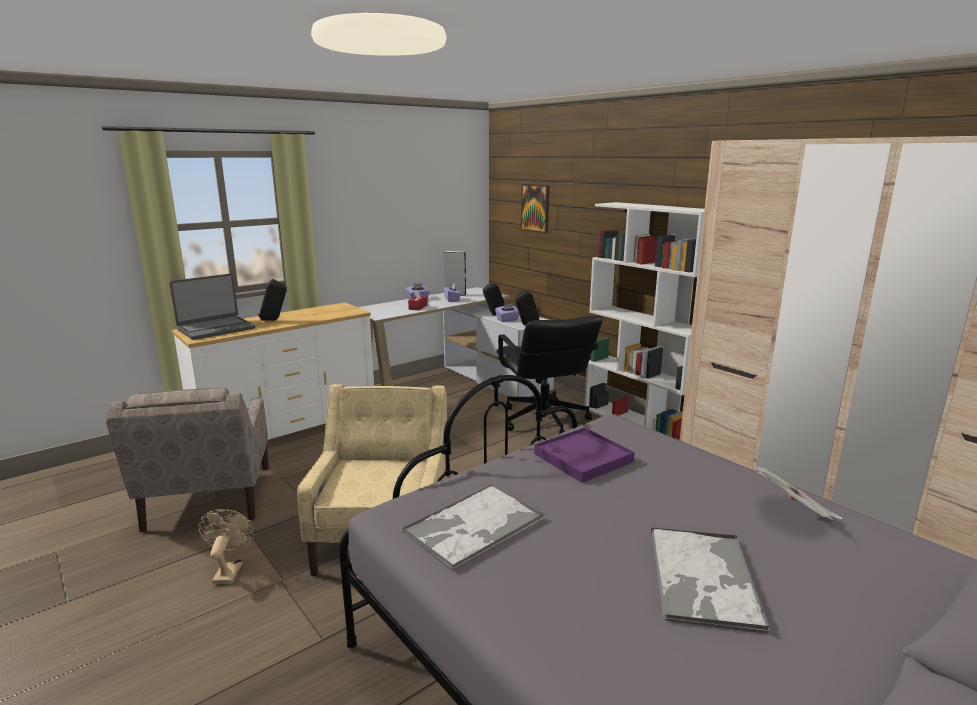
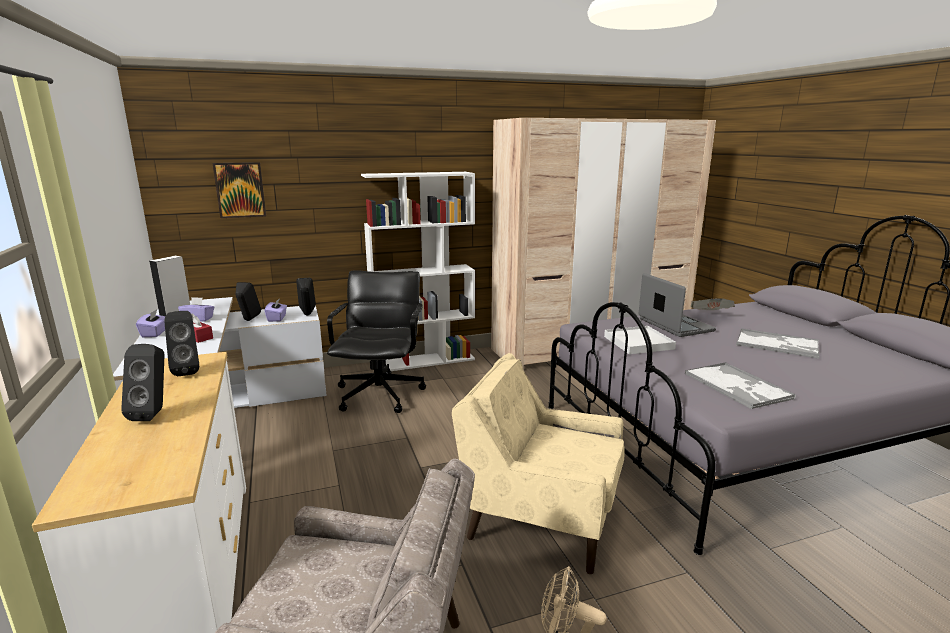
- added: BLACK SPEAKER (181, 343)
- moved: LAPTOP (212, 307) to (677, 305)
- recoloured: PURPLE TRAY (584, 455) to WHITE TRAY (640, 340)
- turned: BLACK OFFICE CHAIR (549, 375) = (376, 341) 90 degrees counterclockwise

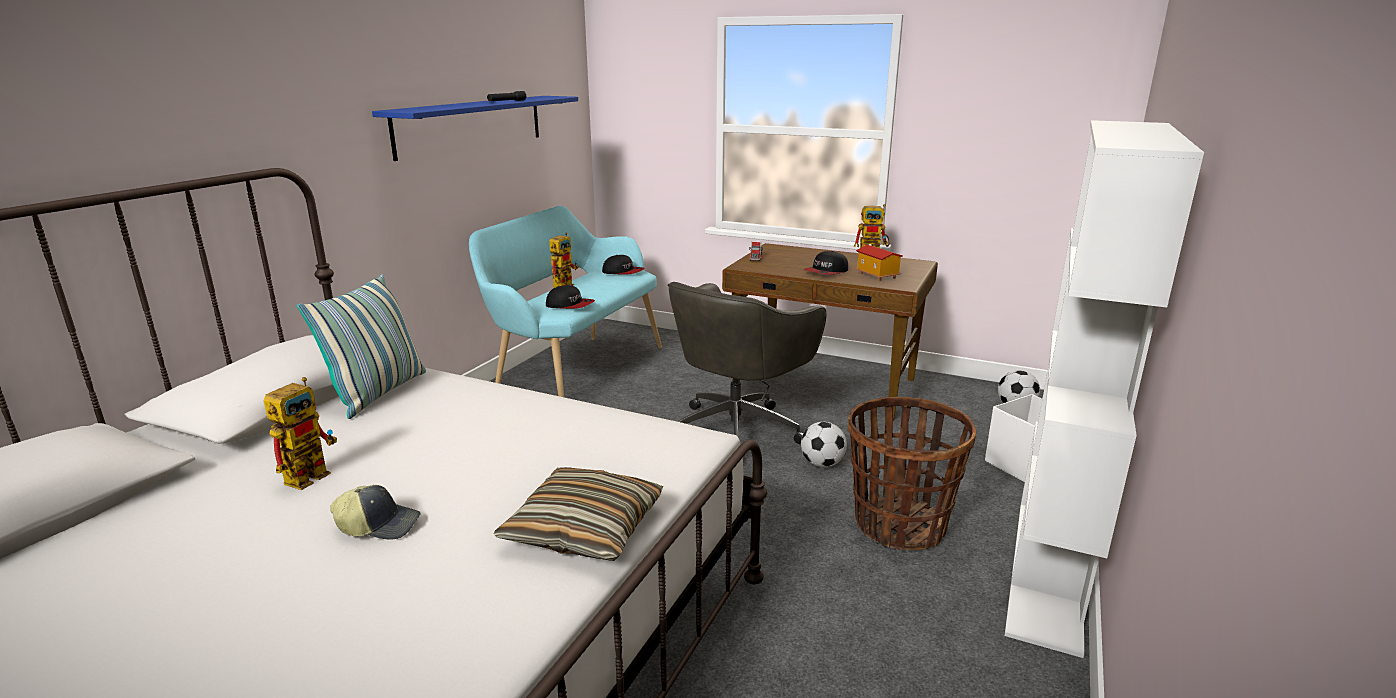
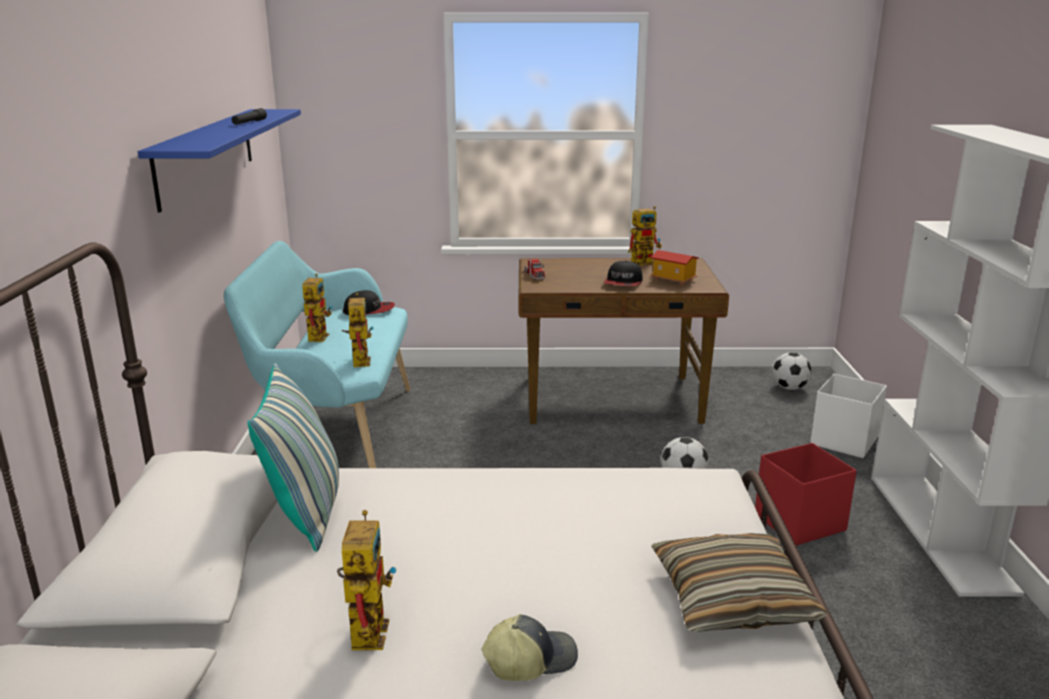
- removed: GREY OFFICE CHAIR (747, 363)
- replaced: CAP (570, 297) to TOY ROBOT (358, 330)
- replaced: BASKET (912, 473) to RED STORAGE BOX (806, 494)

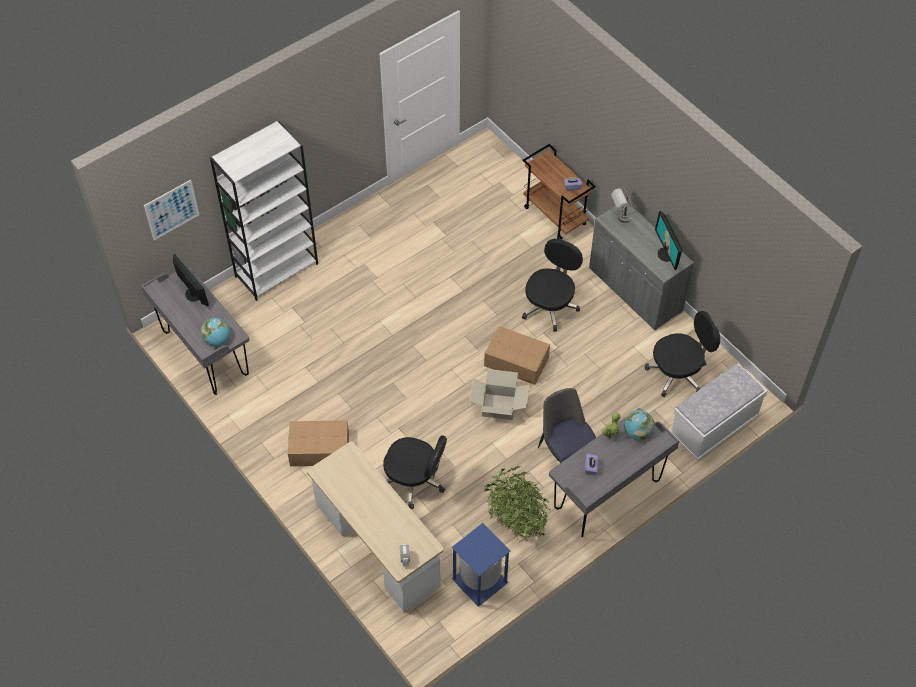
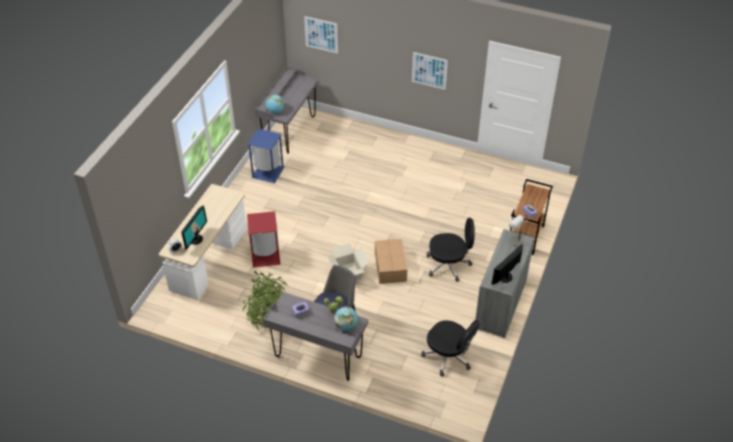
- removed: WHITE BOOKCASE (264, 211)
- removed: CARDBOARD BOX (318, 443)
- removed: WHITE BENCH (718, 412)
- added: PICTURE (430, 71)
- moved: MONITOR (191, 280) to (194, 227)
- moved: BLUE TRASH CAN (480, 565) to (266, 156)
- replaced: BLACK OFFICE CHAIR (415, 472) to RED TRASH CAN (263, 239)

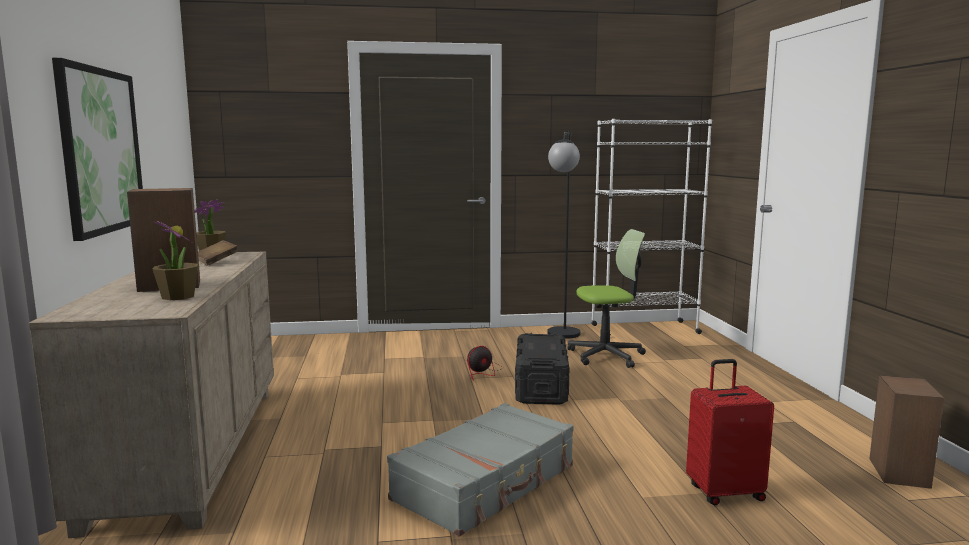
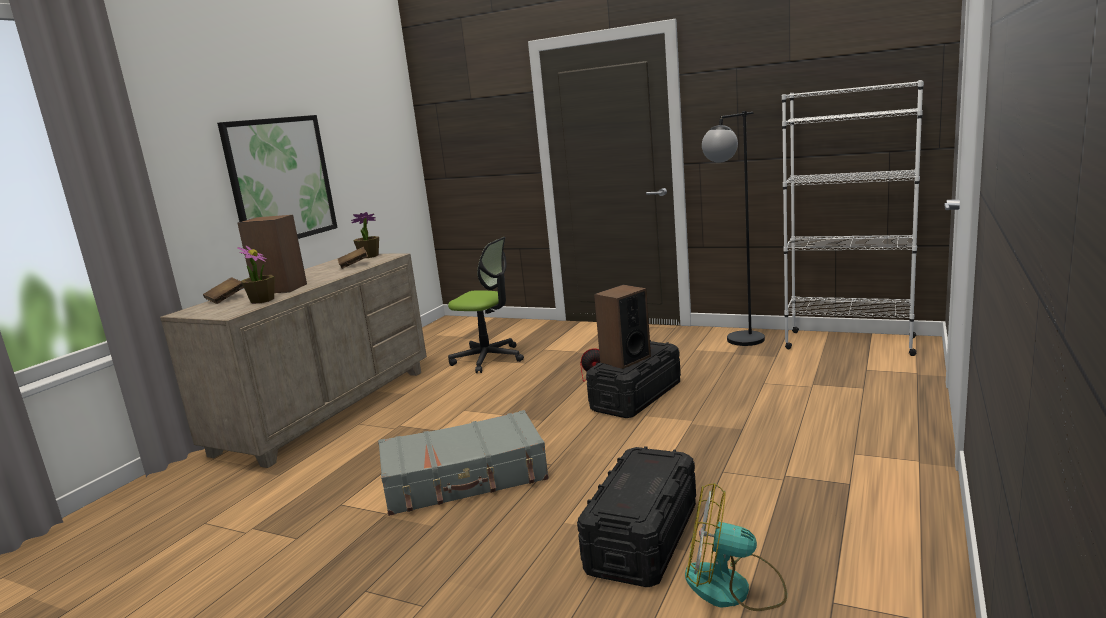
- added: BROWN BOOK (223, 291)
- added: FAN (736, 547)
- moved: OFFICE CHAIR (606, 298) to (486, 305)
- moved: SPEAKER (906, 432) to (622, 327)
- replaced: RED SUITCASE (730, 432) to BLACK STORAGE BOX (636, 516)

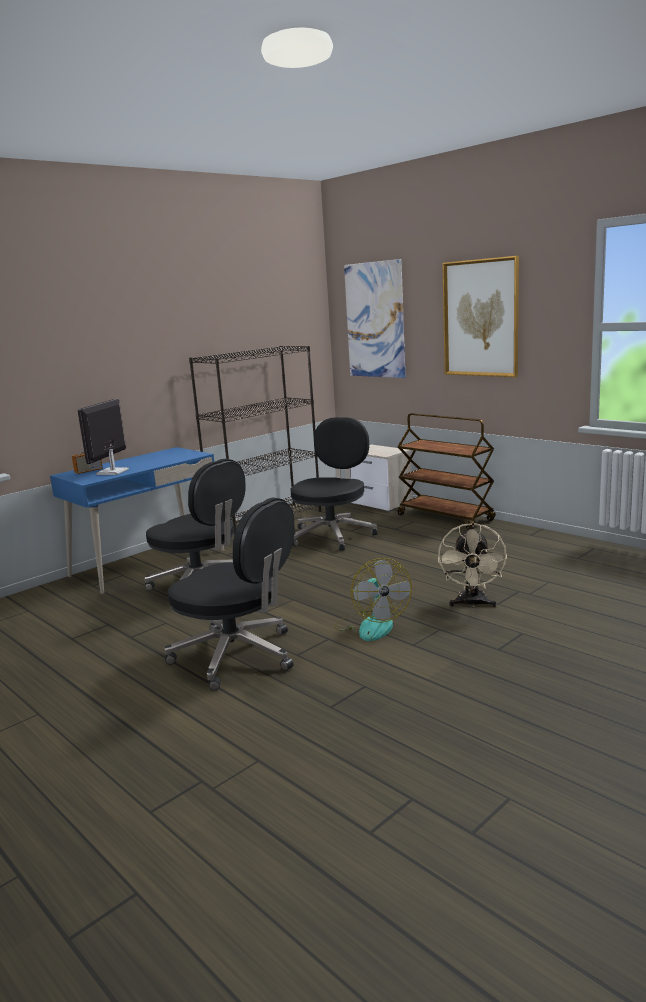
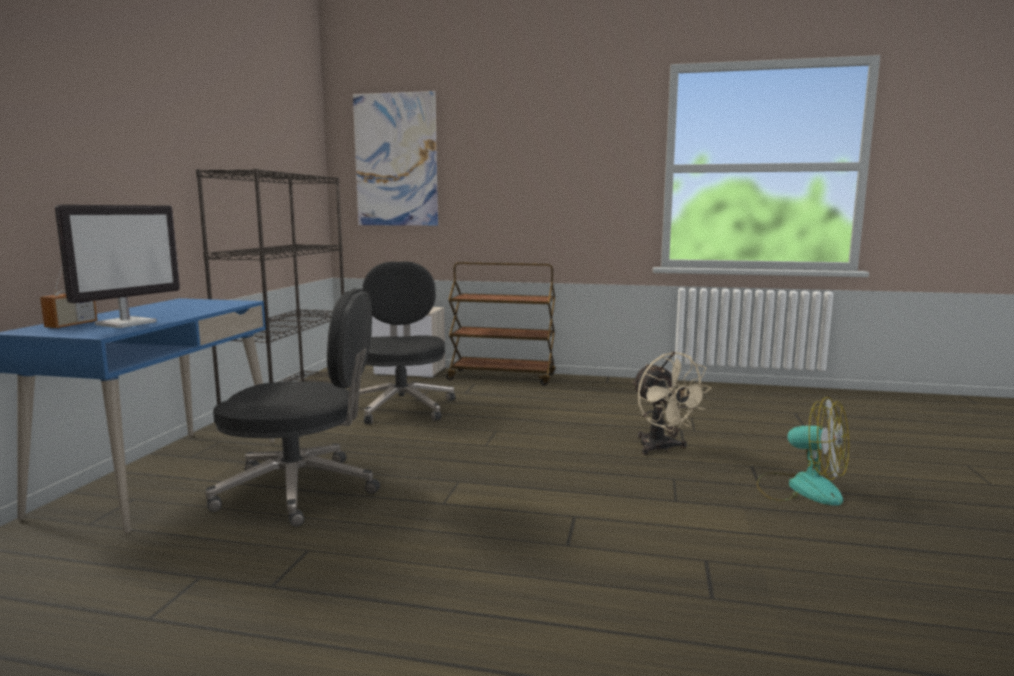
- removed: BLACK OFFICE CHAIR (229, 594)
- removed: PICTURE (480, 316)
- moved: FAN (373, 599) to (802, 451)
- turned: MONITOR (103, 437) = (117, 266) 135 degrees counterclockwise

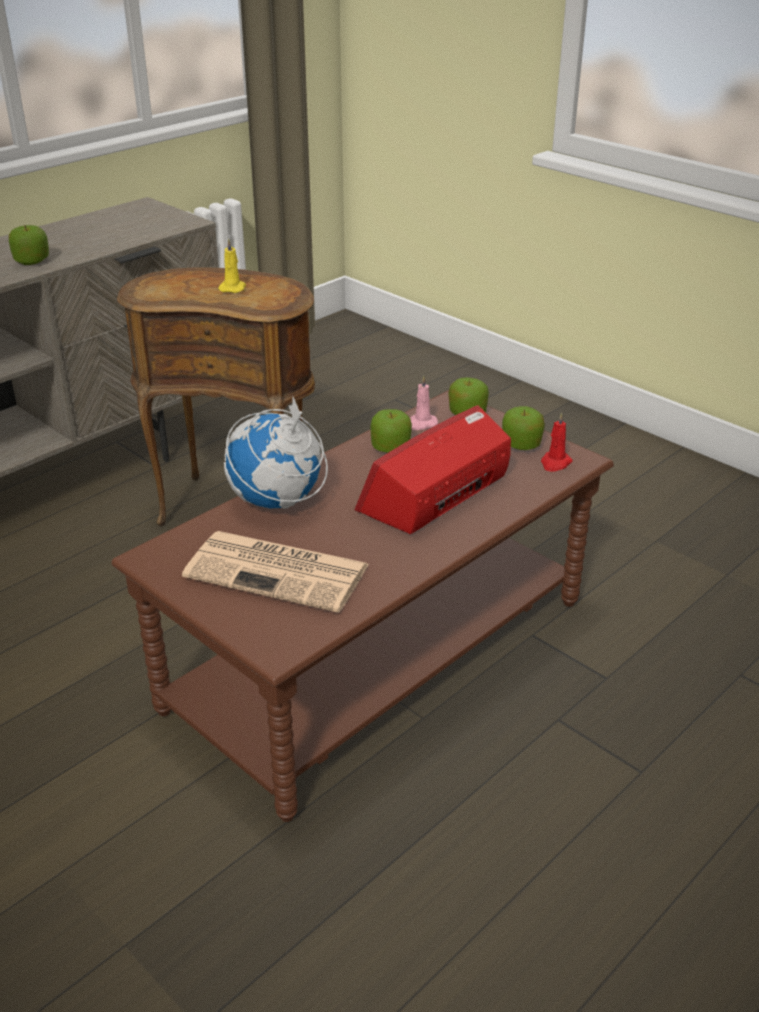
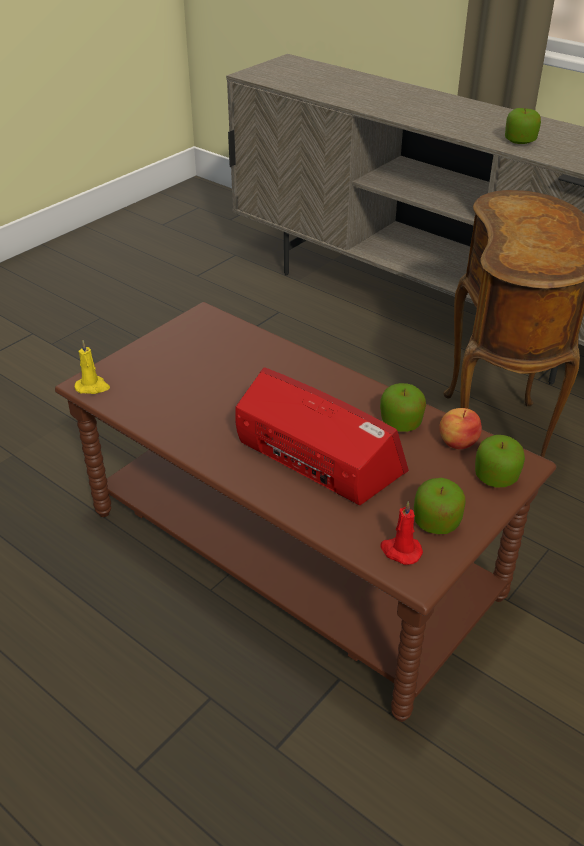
- removed: NEWSPAPER (275, 572)
- removed: GLOBE (276, 453)
- moved: YELLOW CANDLE (232, 266) to (92, 367)
- replaced: PINK CANDLE (424, 402) to APPLE (460, 428)

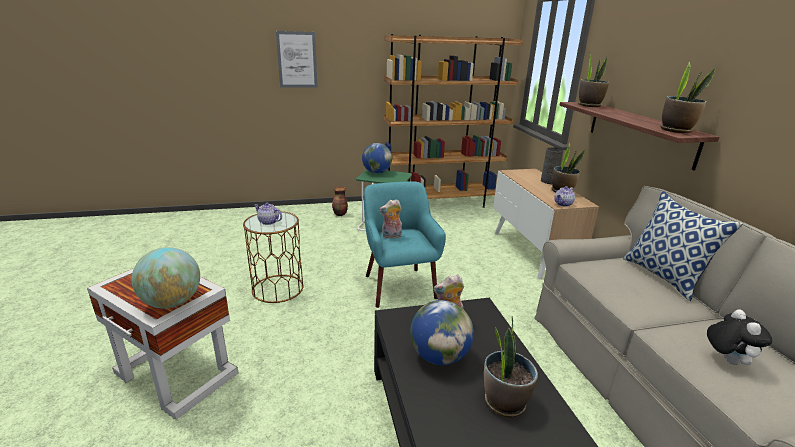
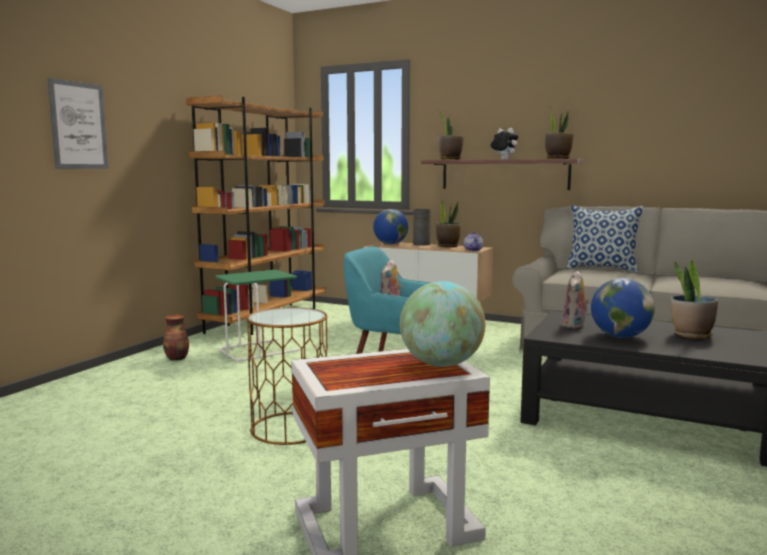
- removed: TEAPOT (268, 214)
- moved: GLOBE (377, 158) to (390, 226)
- moved: PLUSH TOY (739, 337) to (504, 144)

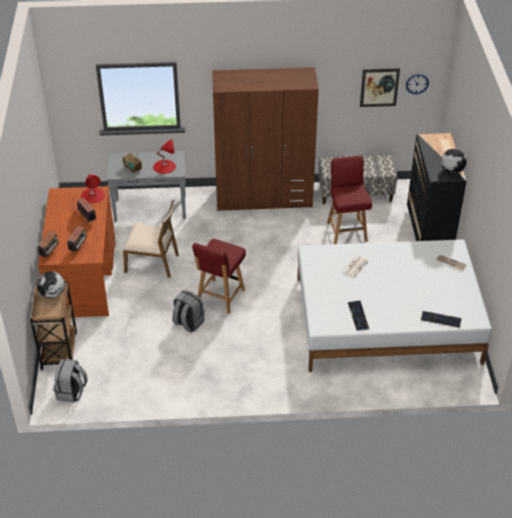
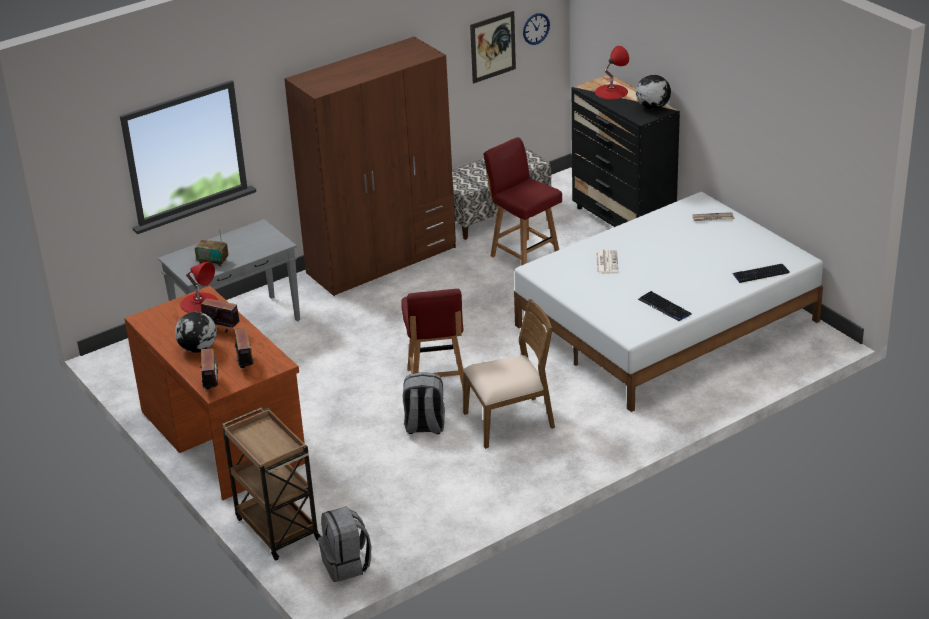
- moved: GLOBE (51, 284) to (196, 332)
- moved: BROWN CHAIR (151, 238) to (509, 374)
- moved: RED TABLE LAMP (164, 156) to (612, 72)

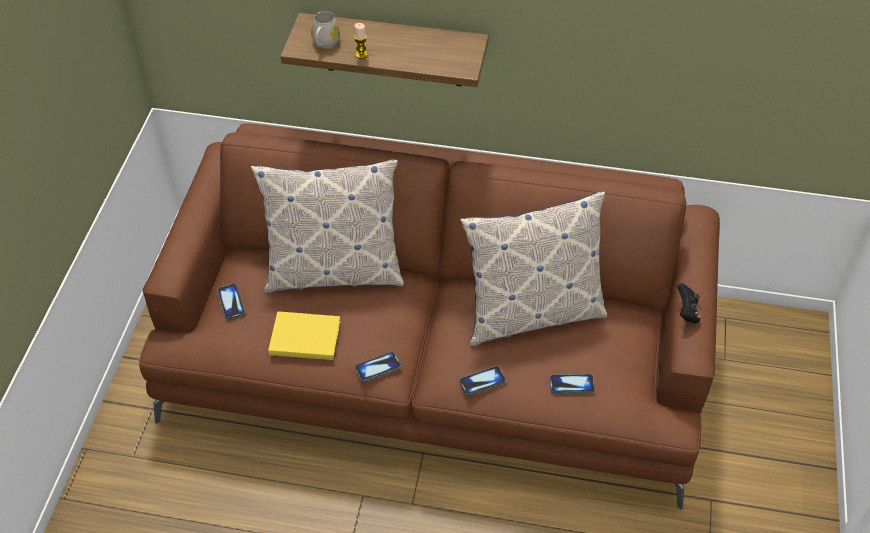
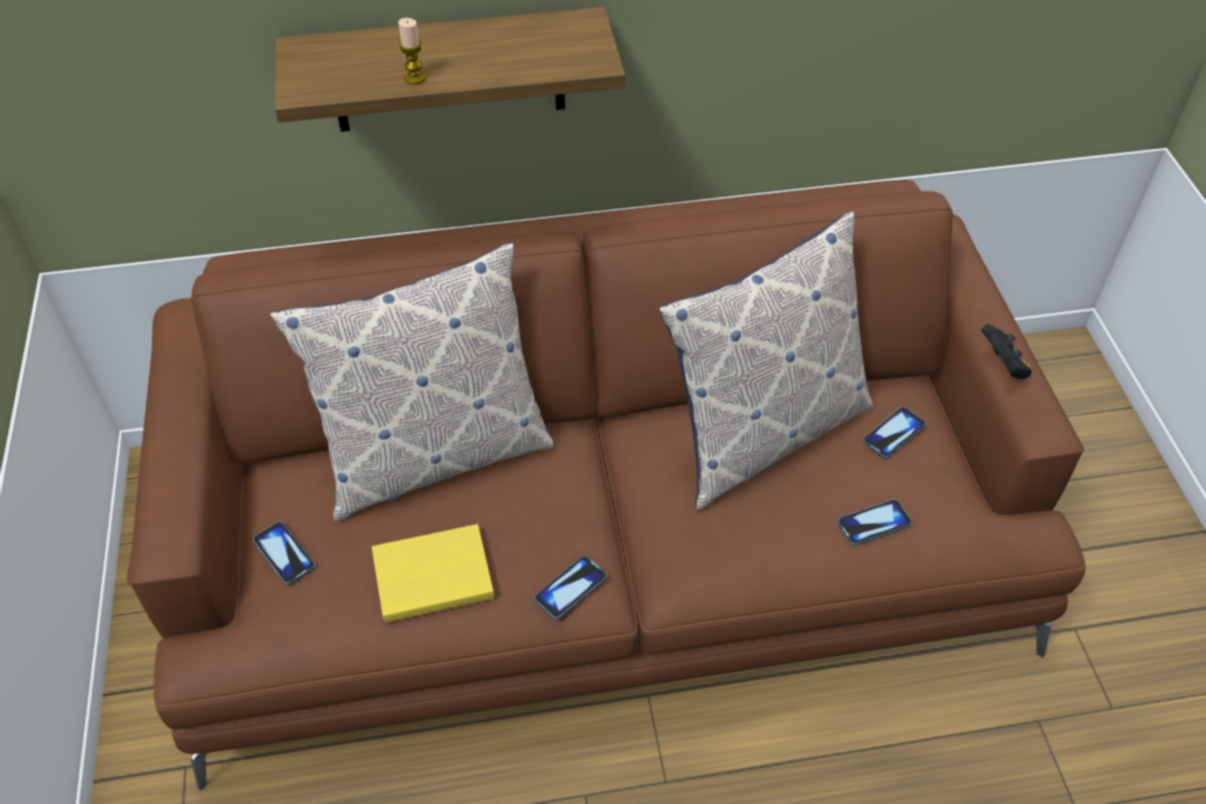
- removed: WHITE MUG (325, 29)
- moved: PHONE (482, 381) to (894, 432)

